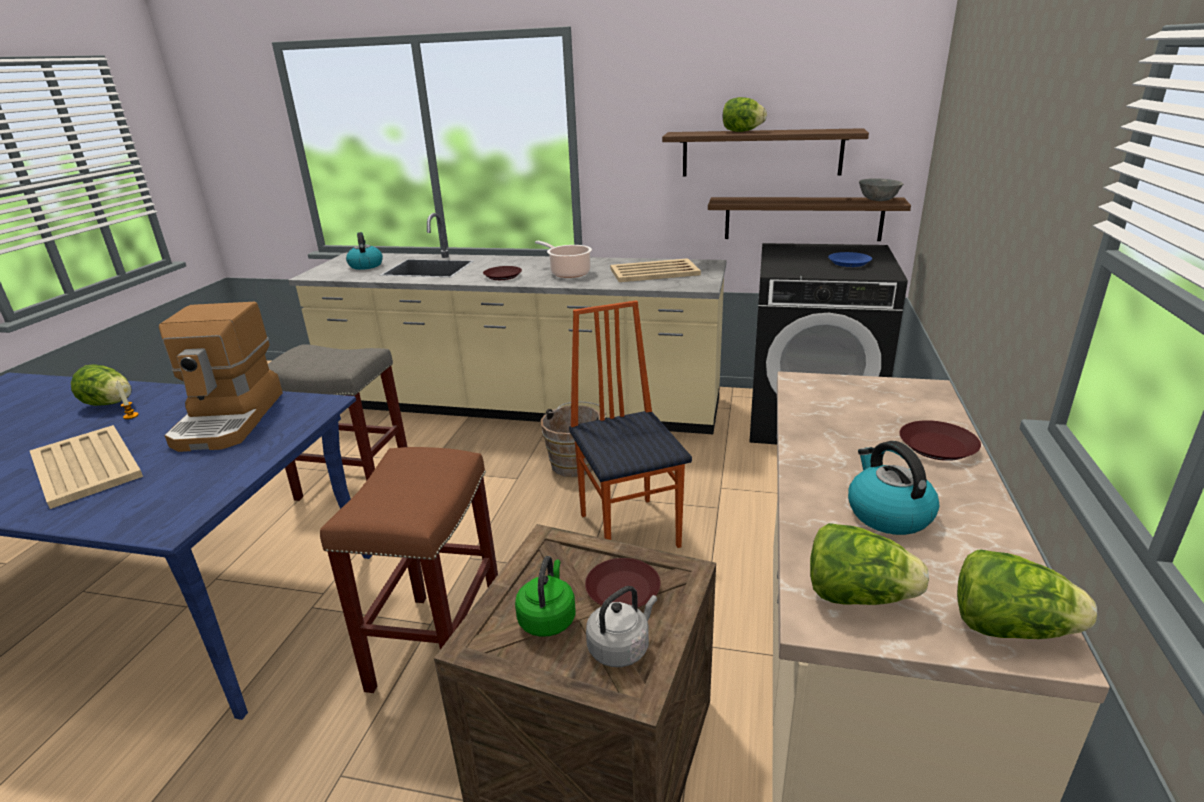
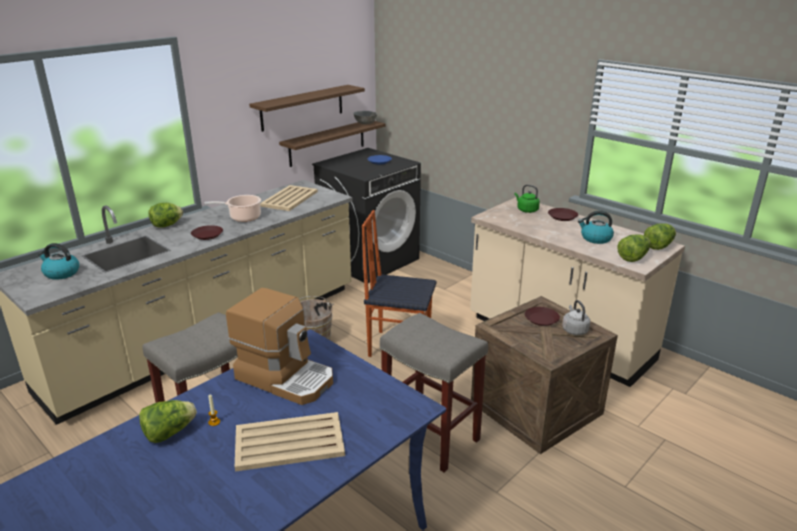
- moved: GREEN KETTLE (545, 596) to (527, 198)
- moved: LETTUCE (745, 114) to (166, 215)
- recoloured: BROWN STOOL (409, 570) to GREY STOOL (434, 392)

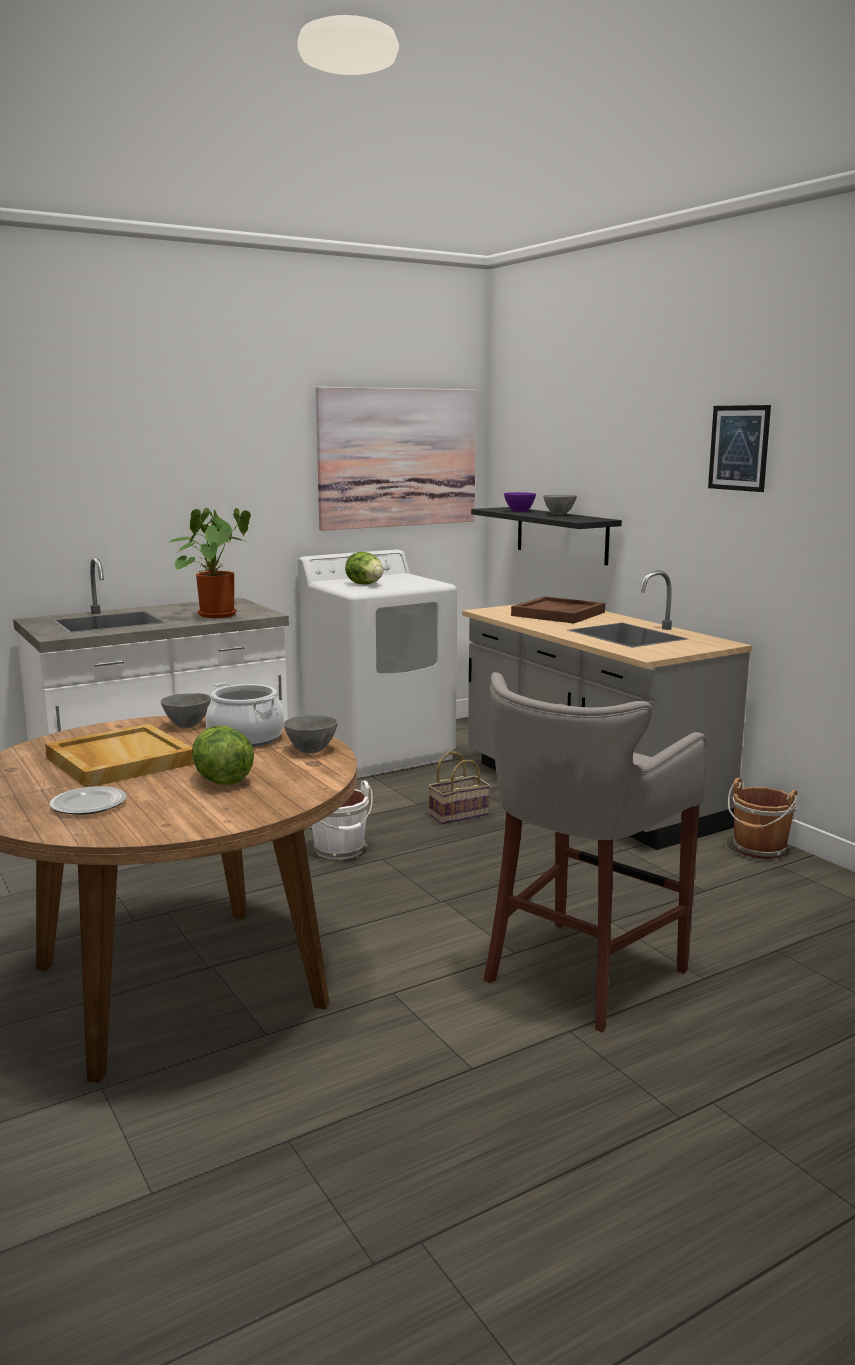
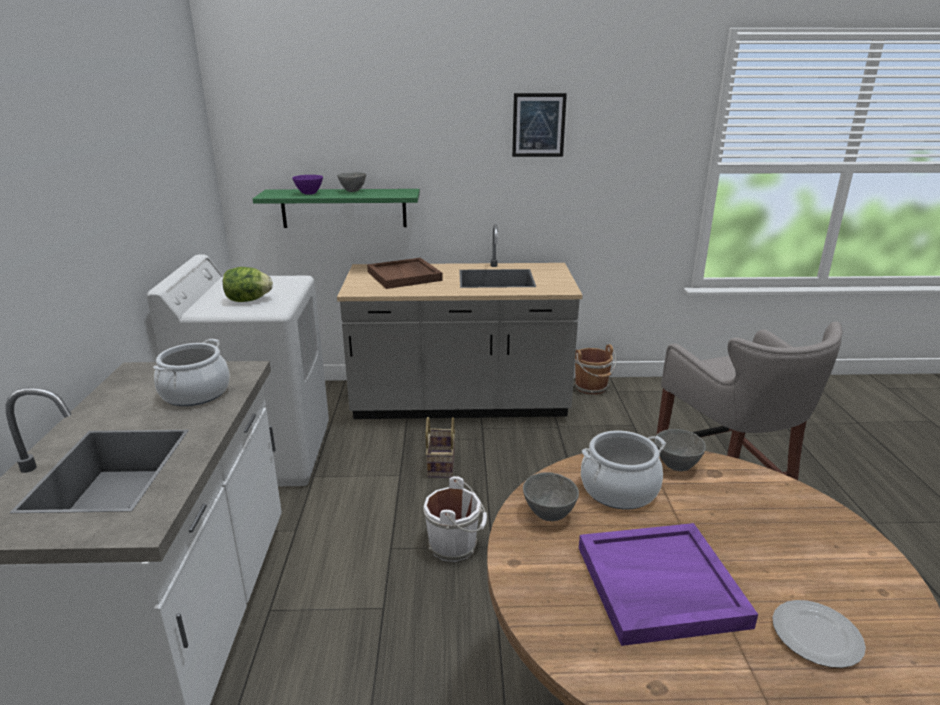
- removed: LETTUCE (223, 755)
- removed: PICTURE (396, 459)
- replaced: POTTED PLANT (209, 563) to COOKING POT (191, 372)
- recoloured: BEIGE TRAY (119, 755) to PURPLE TRAY (668, 584)
- recoloured: BLACK SHELF (546, 536) to GREEN SHELF (336, 208)

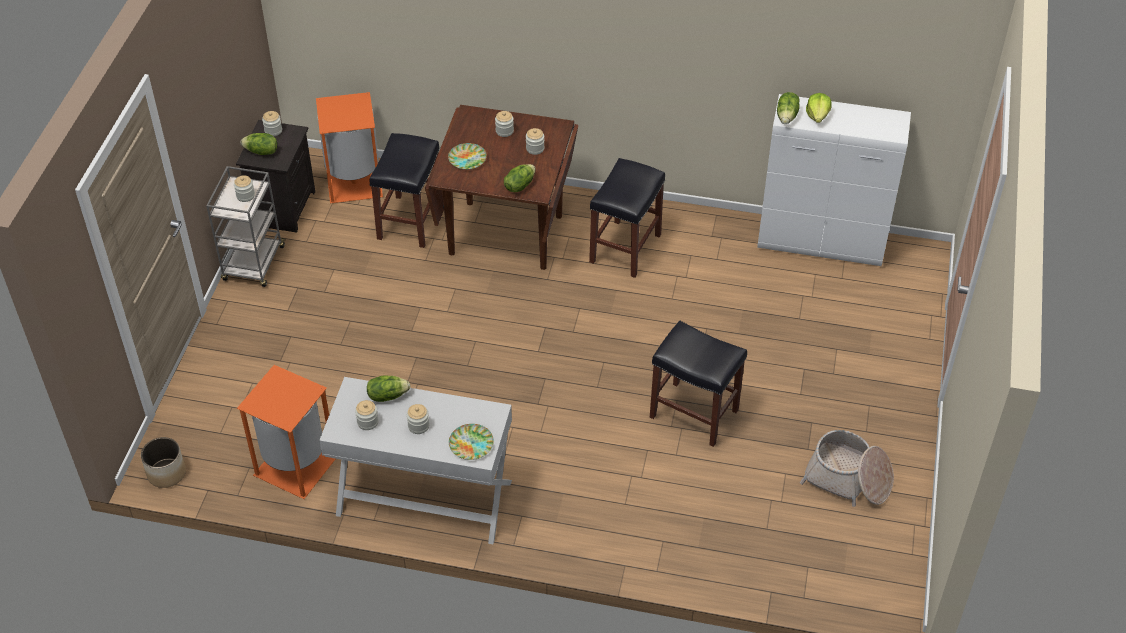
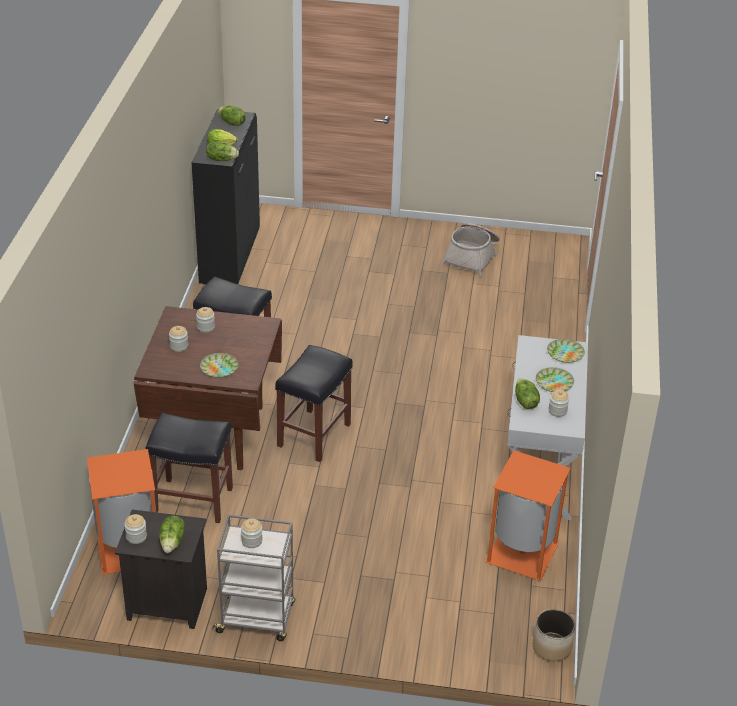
- moved: LETTUCE (520, 178) to (232, 115)
- moved: BLACK STOOL (698, 384) to (314, 403)
- replaced: JAR (418, 419) to PLATE (555, 379)
- recoloured: WHITE CABINET (834, 180) to BLACK CABINET (226, 197)

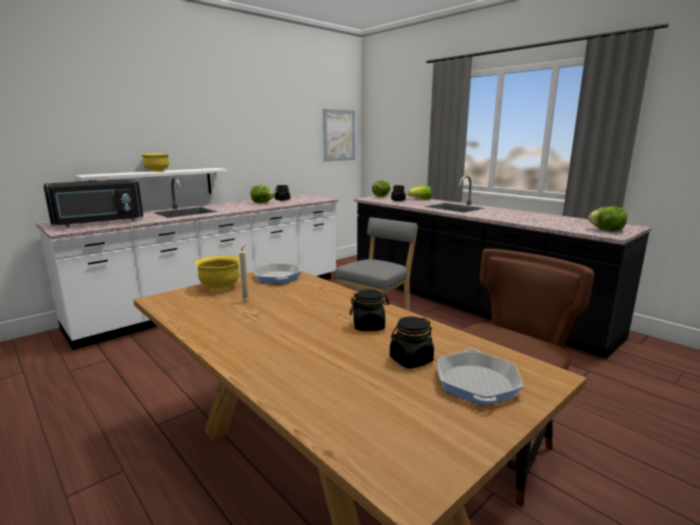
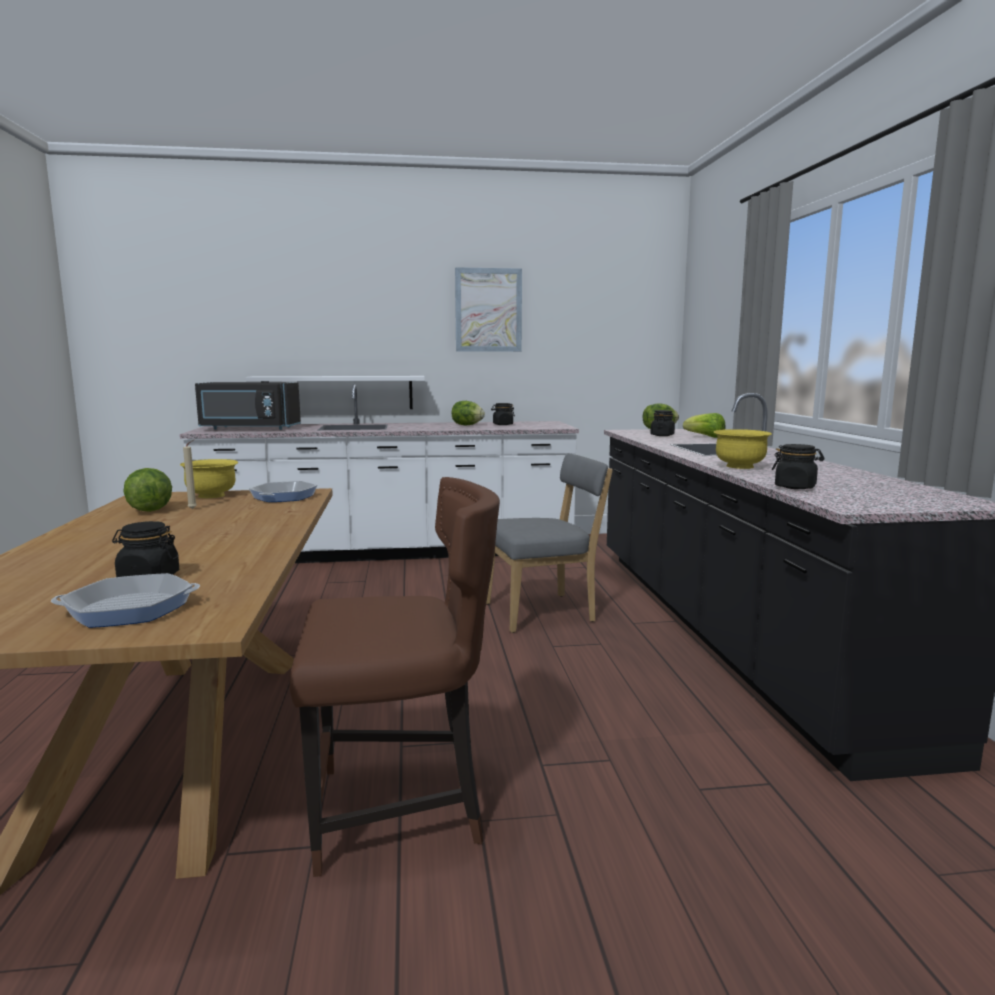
- moved: YELLOW BOWL (154, 162) to (743, 449)
- moved: PICTURE (339, 135) to (488, 309)
- moved: BLACK JAR (370, 310) to (798, 466)
- moved: LETTUCE (607, 218) to (148, 490)
- turned: FRYING PAN (480, 377) = (125, 600) 150 degrees counterclockwise

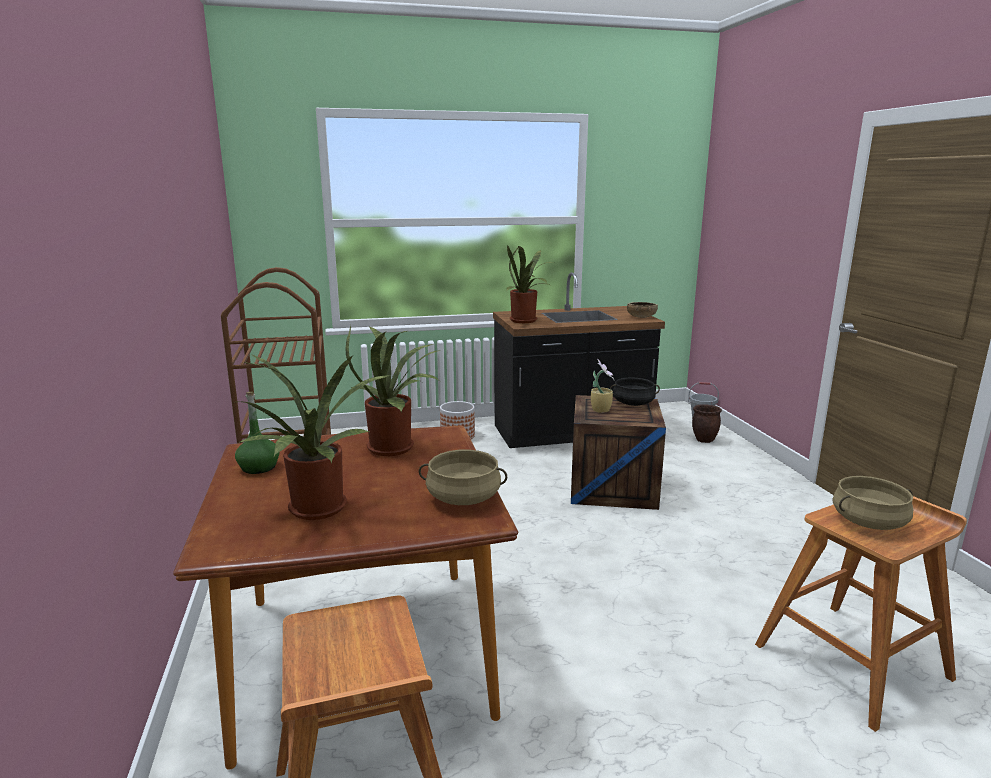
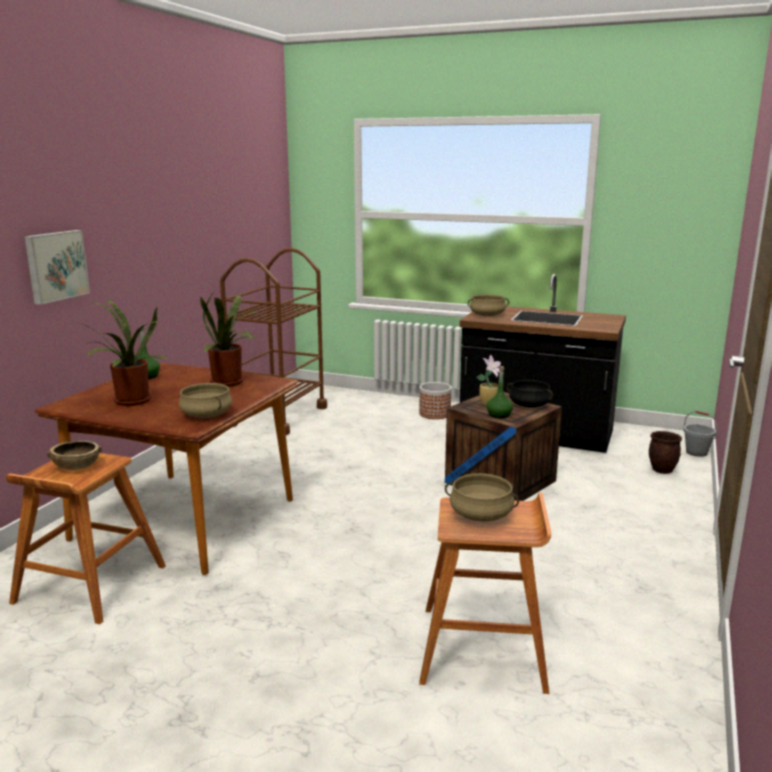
- added: PICTURE (57, 267)
- added: GREEN BOTTLE (499, 392)
- moved: BROWN BOWL (642, 310) to (74, 455)
- replaced: POTTED PLANT (528, 284) to BEIGE COOKING POT (488, 305)

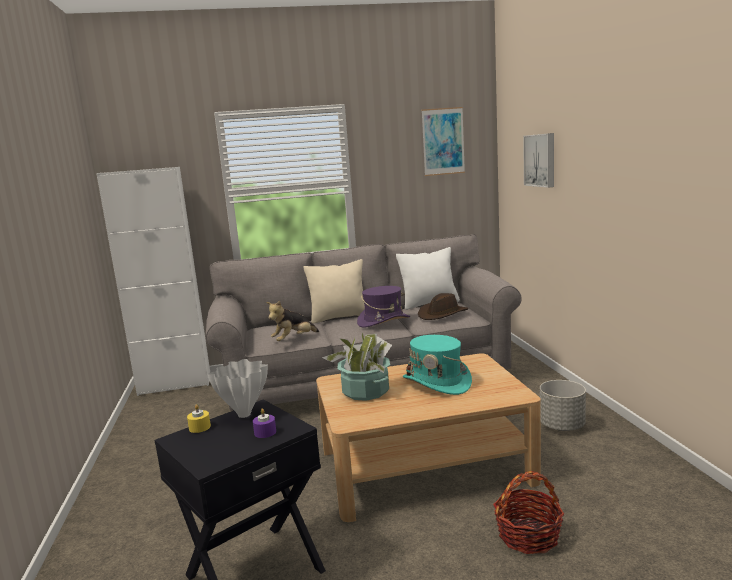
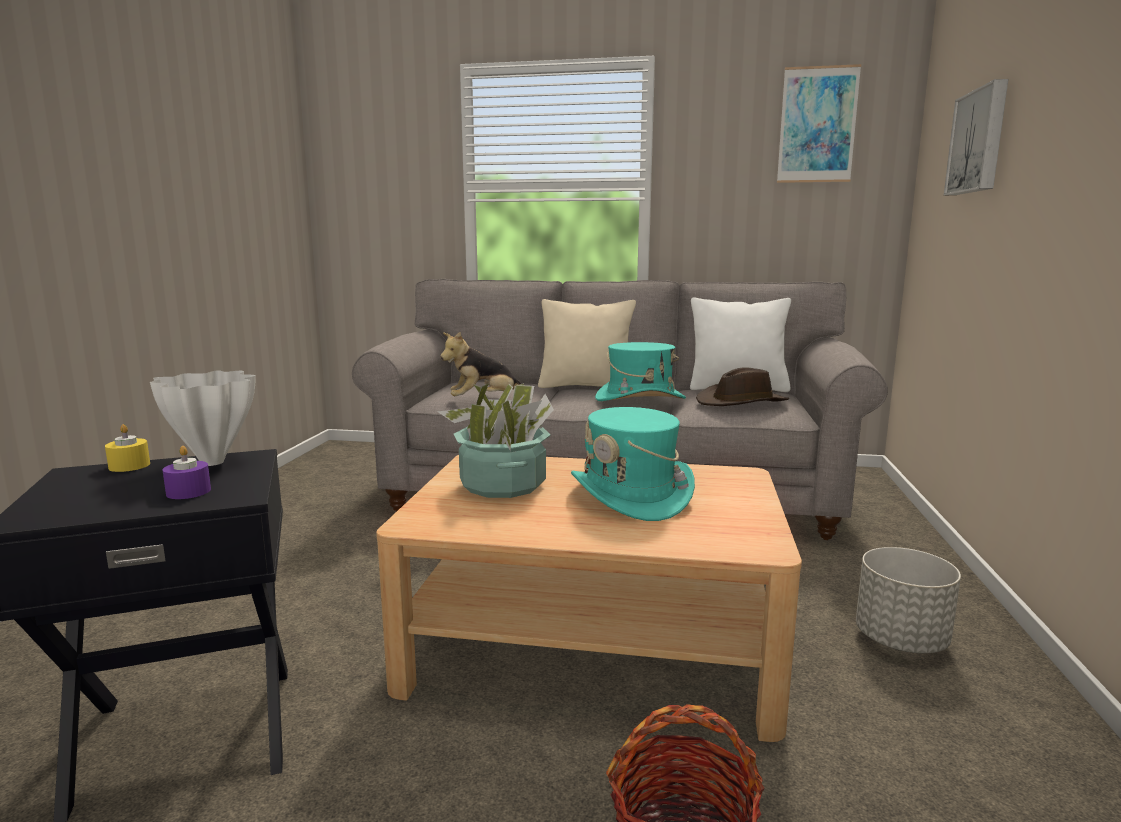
- removed: WHITE CABINET (153, 281)
- recoloured: PURPLE HAT (383, 307) to TURQUOISE HAT (640, 371)

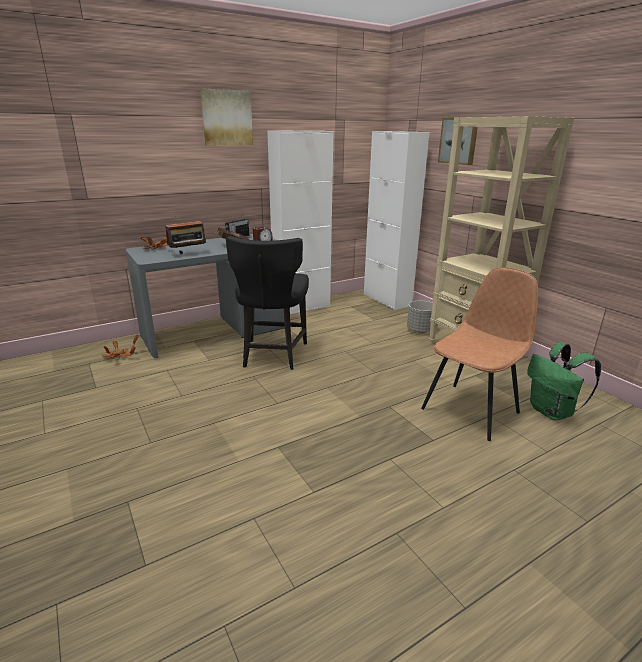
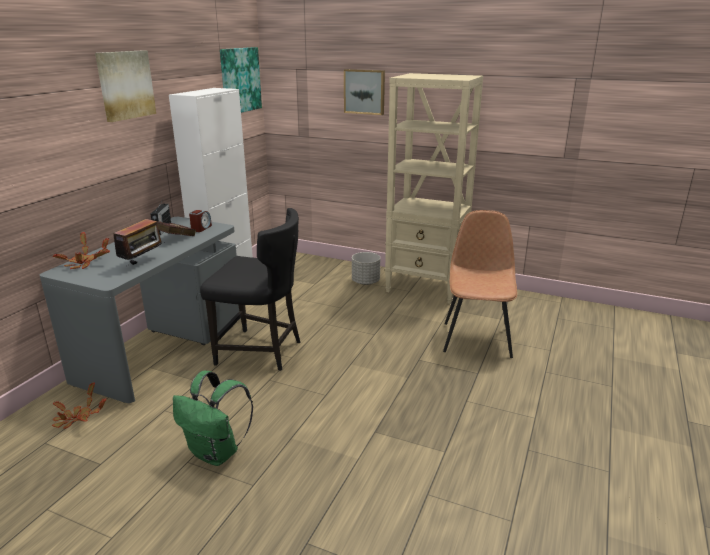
- removed: WHITE CABINET (396, 220)
- added: PICTURE (241, 80)
- moved: GREEN BACKPACK (564, 381) to (213, 418)
- turned: BLACK CHAIR (267, 303) = (250, 289) 45 degrees counterclockwise

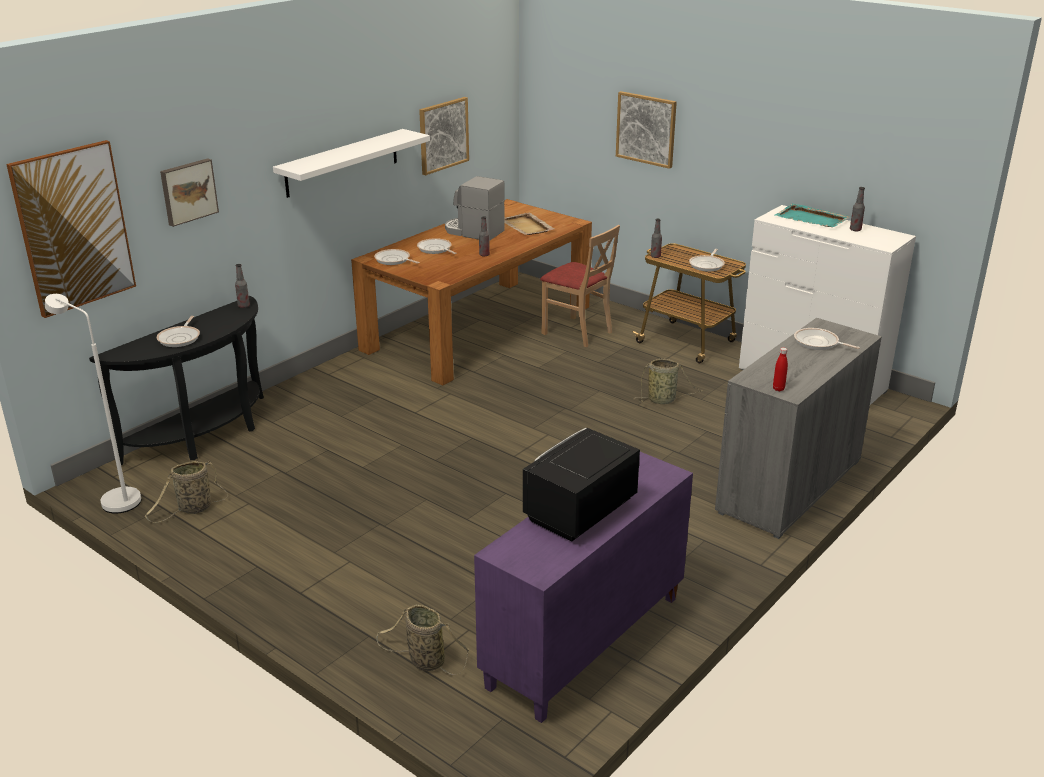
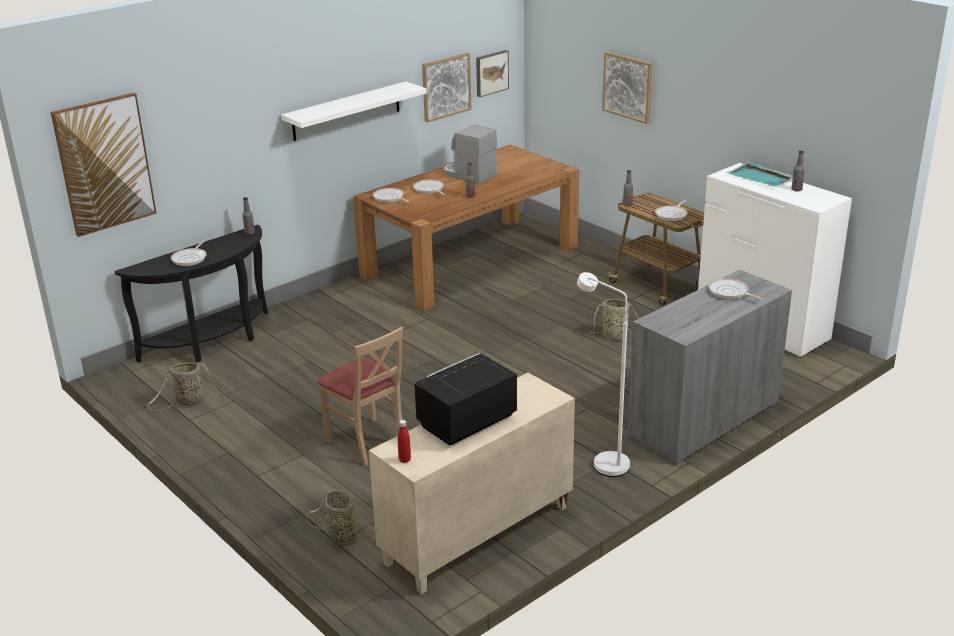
- removed: BEIGE TRAY (529, 224)
- moved: WHITE FLOOR LAMP (93, 403) to (603, 374)
- moved: PICTURE (189, 192) to (492, 73)
- moved: BEIGE CHAIR (580, 286) to (360, 396)
- moved: RED BOTTLE (780, 369) to (404, 441)
- recoloured: PURPLE CABINET (583, 587) to BEIGE CABINET (472, 483)

